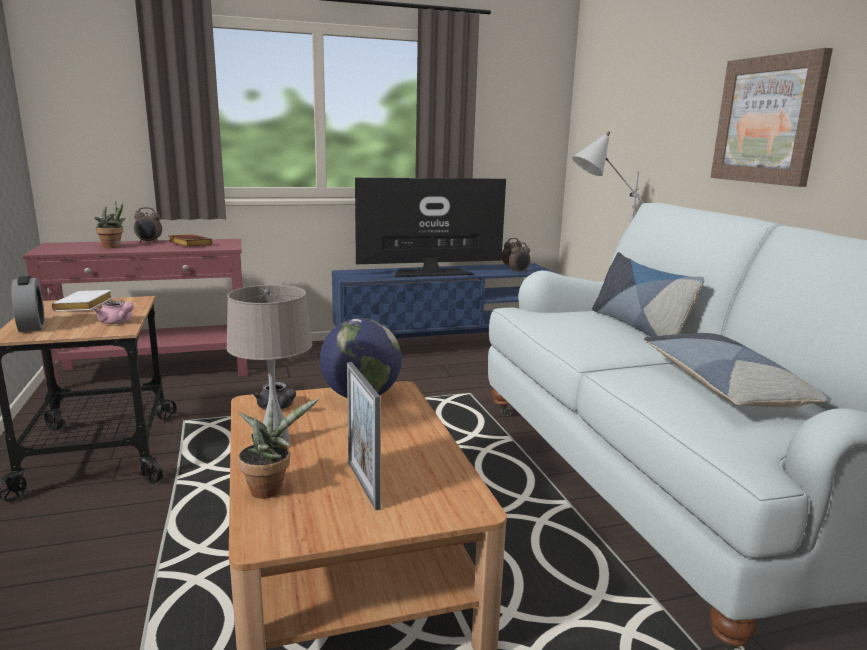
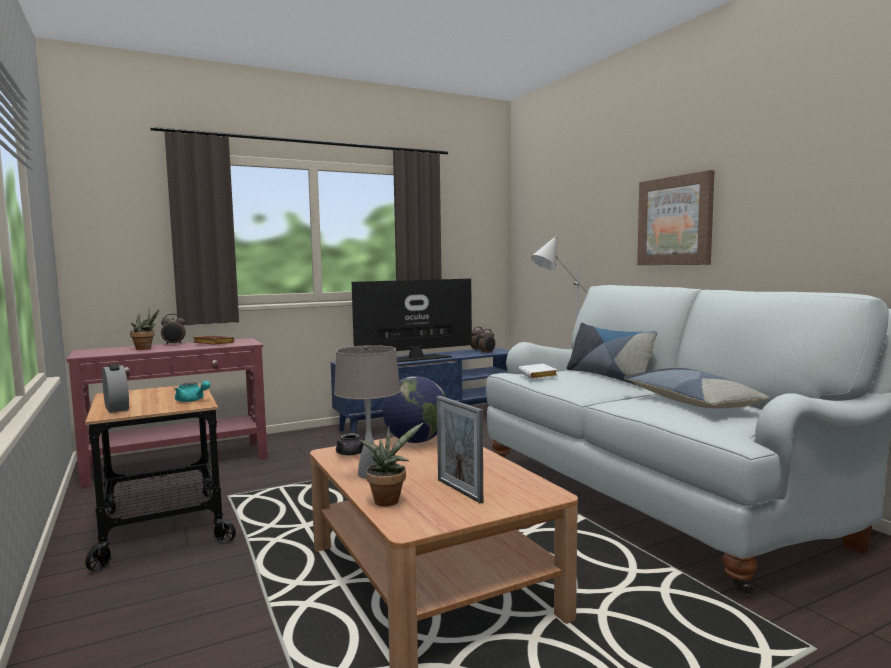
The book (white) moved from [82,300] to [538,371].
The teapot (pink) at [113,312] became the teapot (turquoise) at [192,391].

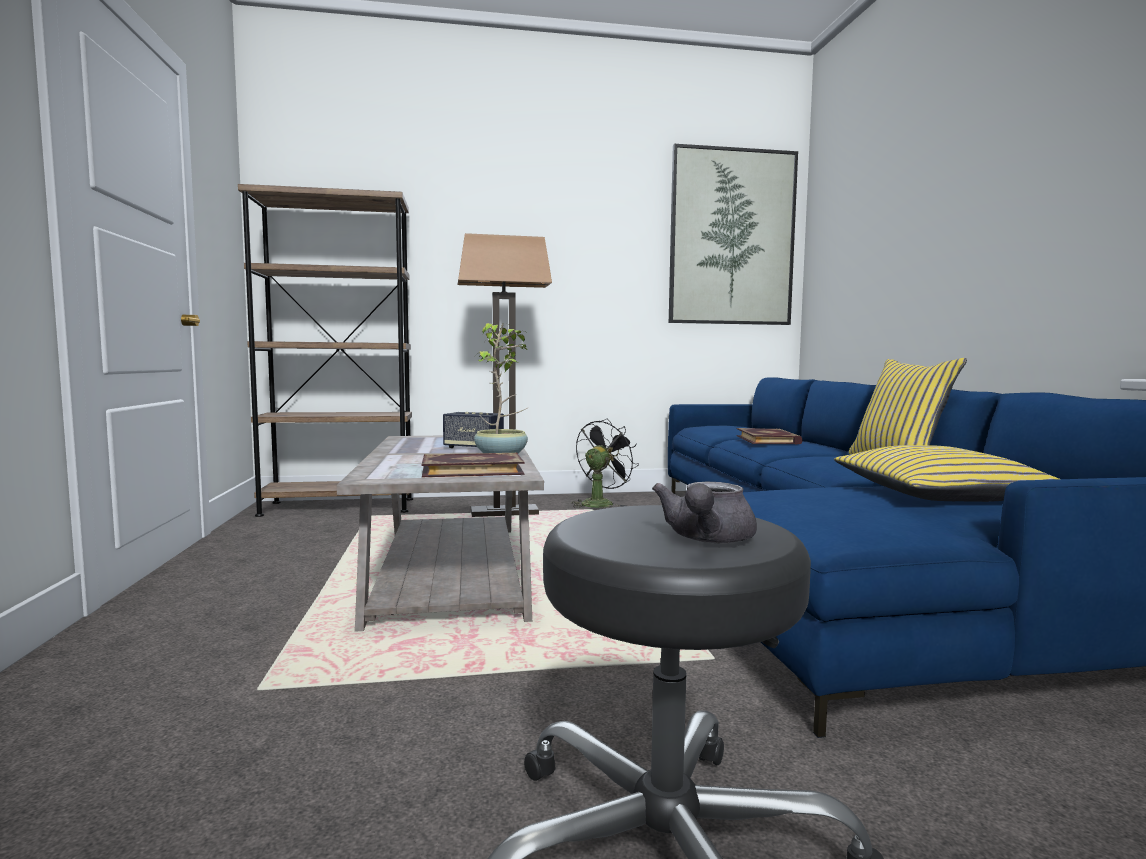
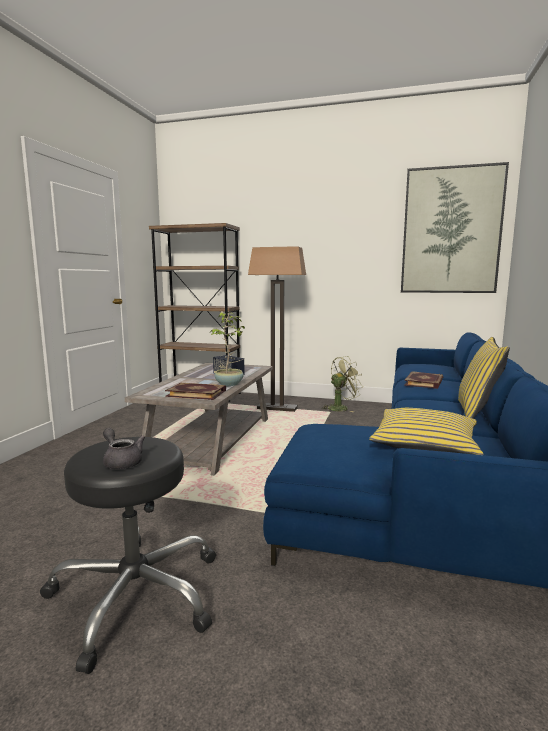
The fan (black) at [605,463] became the fan (green) at [342,384].
The teapot (grey) at [704,512] turned 90 degrees clockwise.

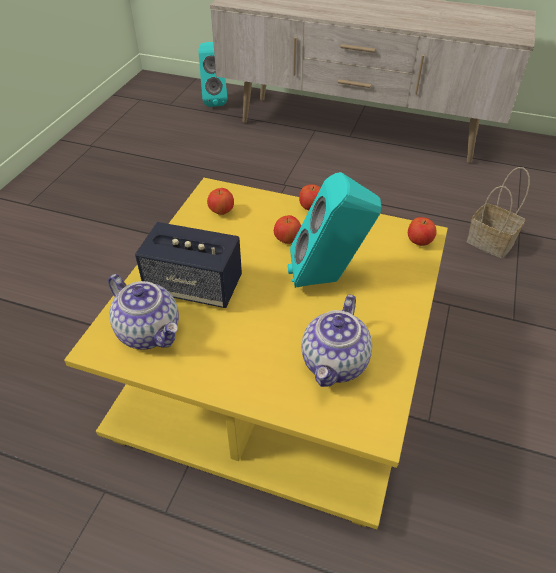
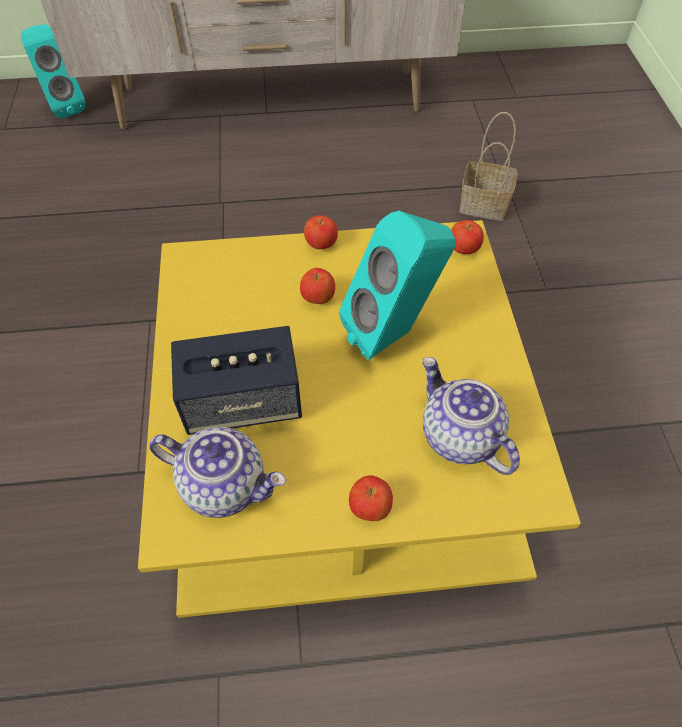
The apple moved from [220,201] to [371,498].
The teapot at [337,340] turned 150 degrees clockwise.

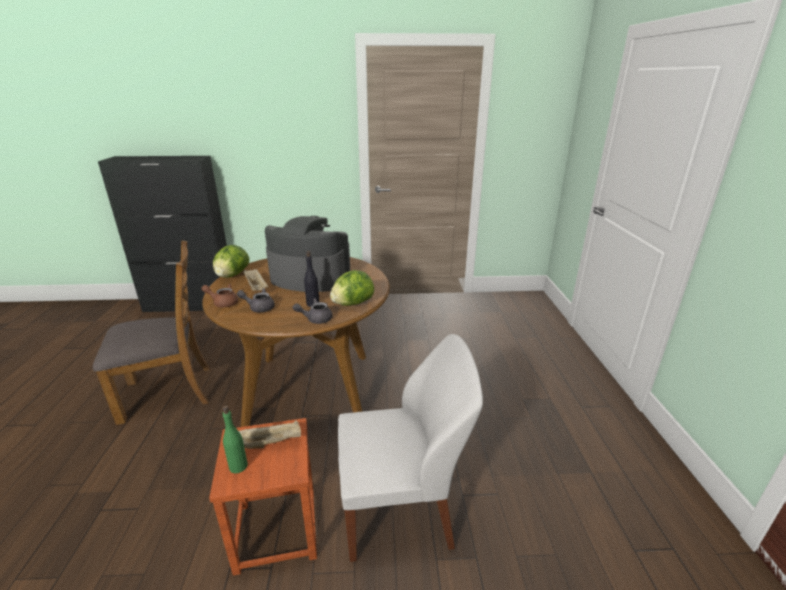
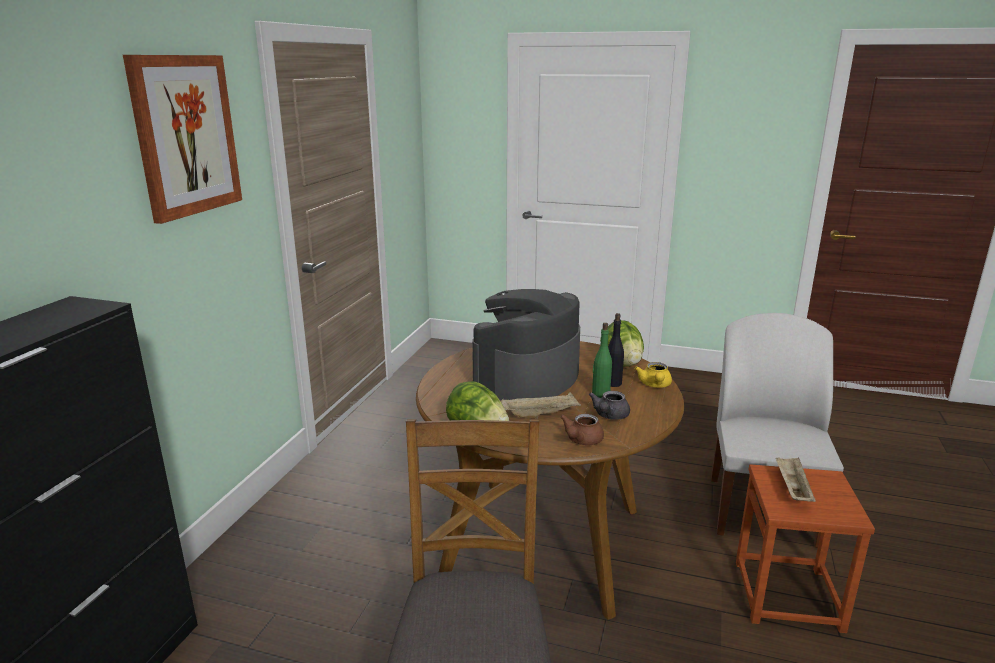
The bottle (green) moved from [235,439] to [602,360].
The teapot (grey) at [312,311] became the teapot (yellow) at [653,375].
The picture at [182,139] appeared.

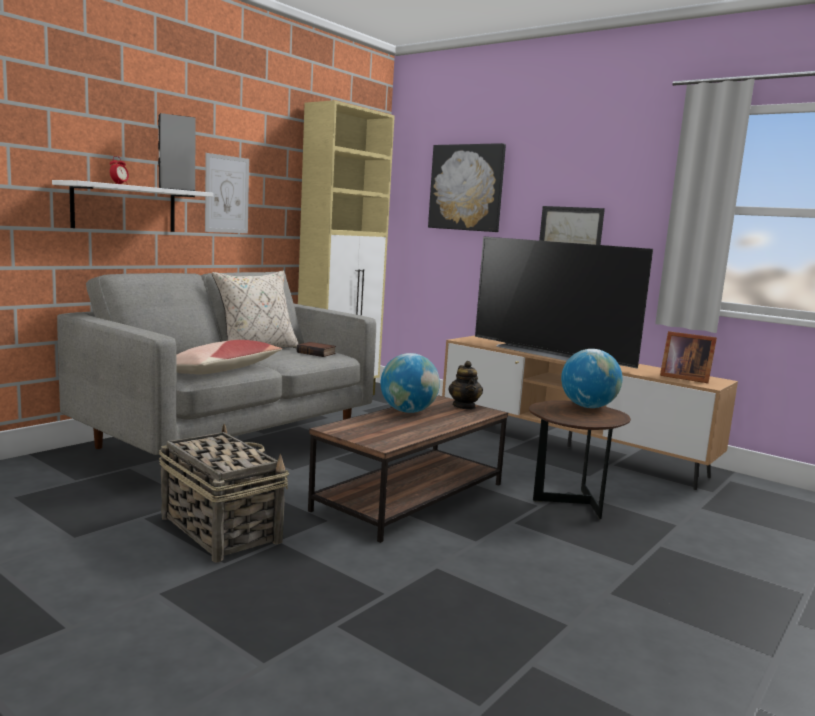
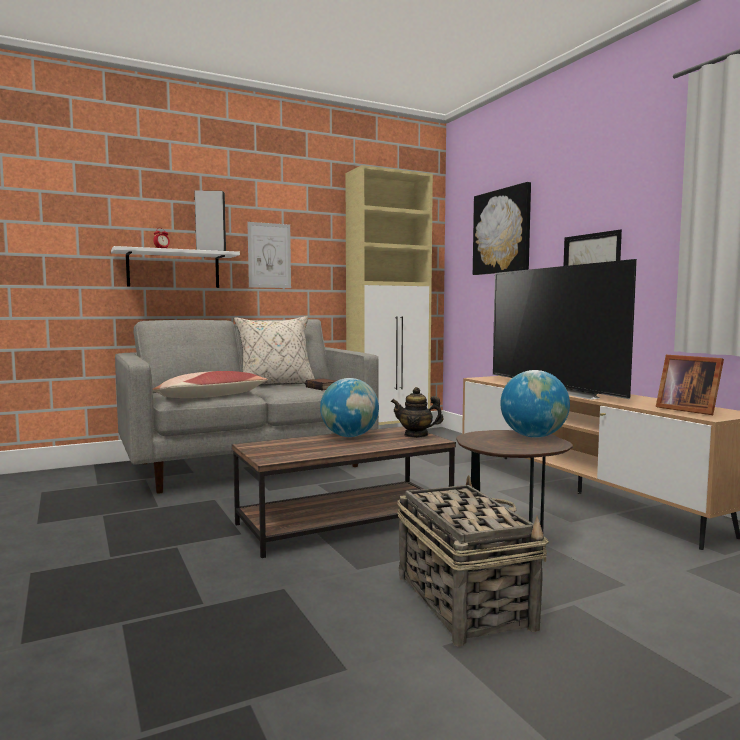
The basket moved from [224,493] to [473,560].
The teapot at [465,385] turned 90 degrees clockwise.

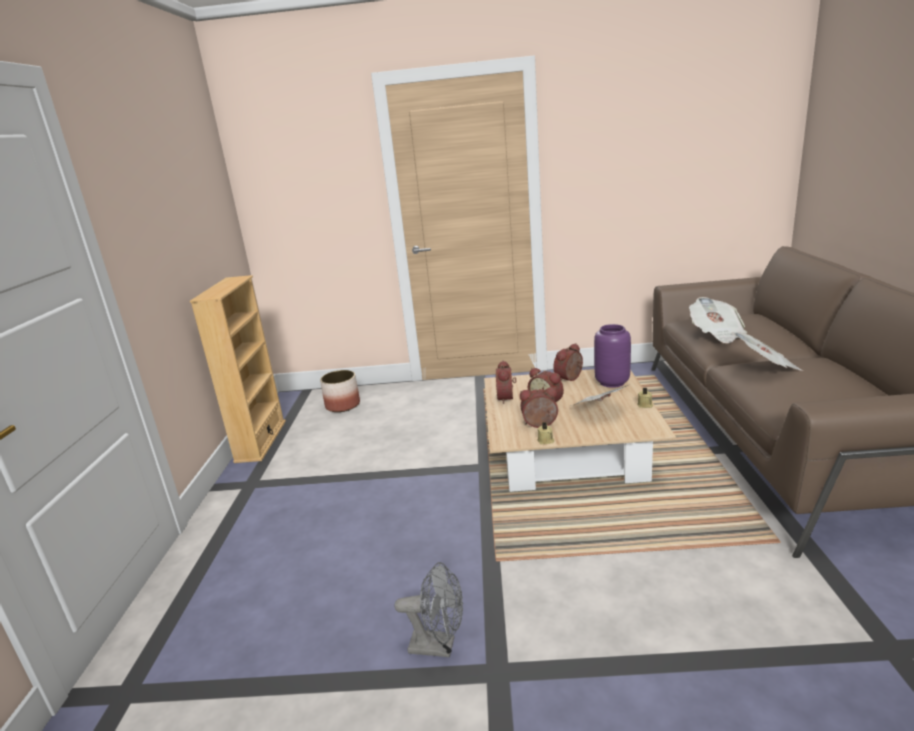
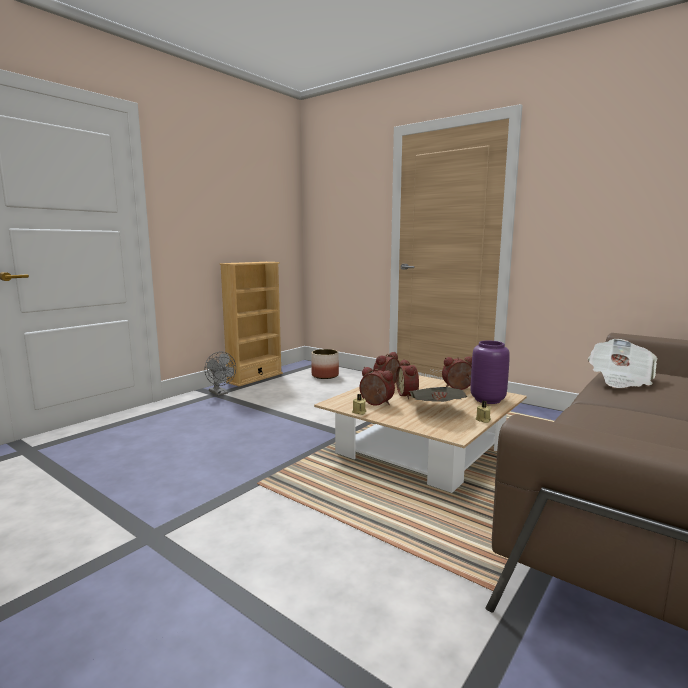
The fan (grey) moved from [429,609] to [220,373].
The newspaper at [767,351] disappeared.

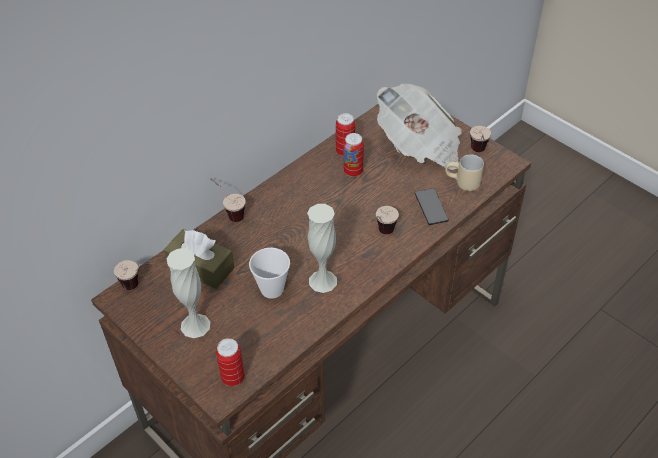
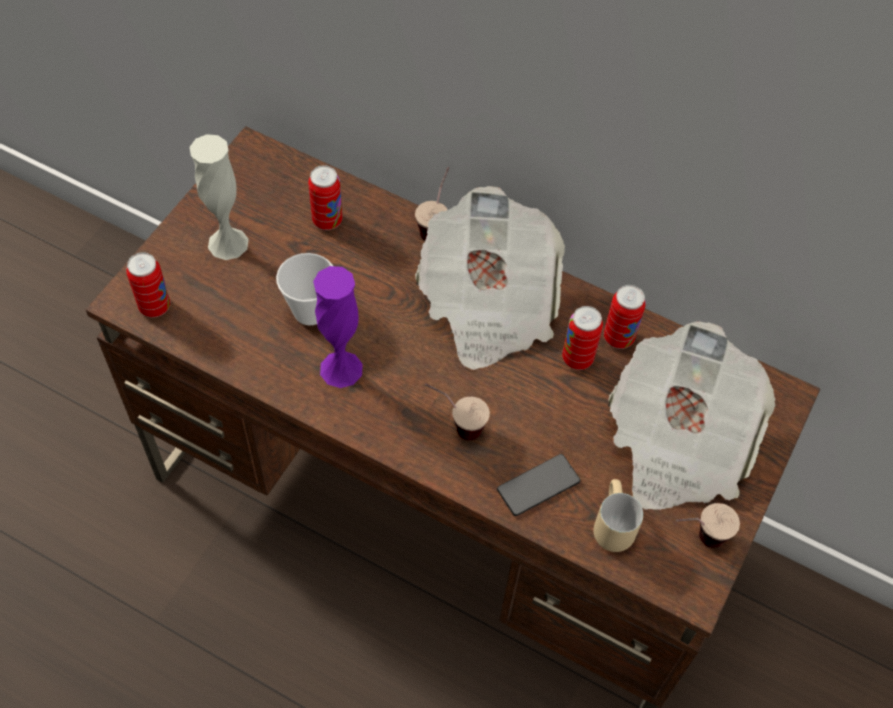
The cup at [134,275] disappeared.
The tissue box (brown) at [199,259] was replaced by the can at [325,197].
The vase (white) at [322,248] became the vase (purple) at [338,327].
The newspaper at [490,278] appeared.

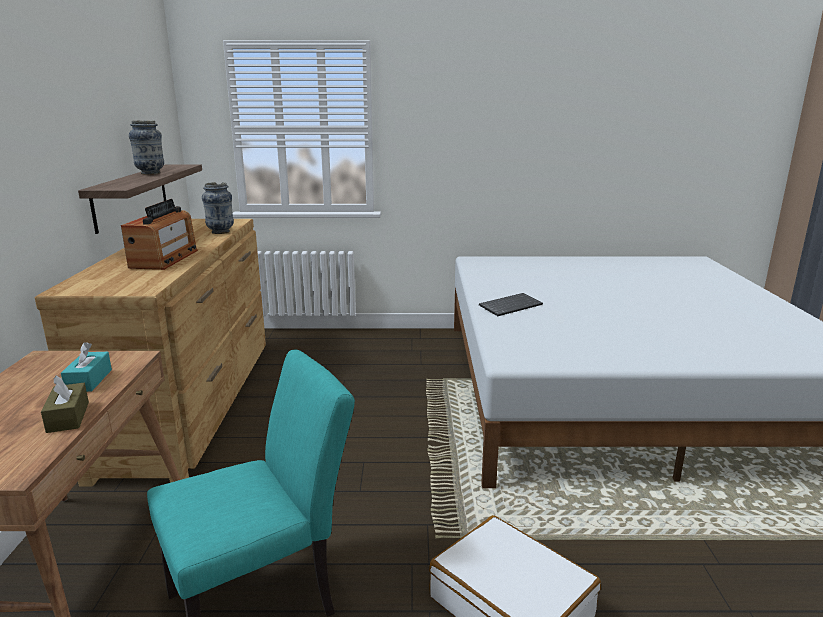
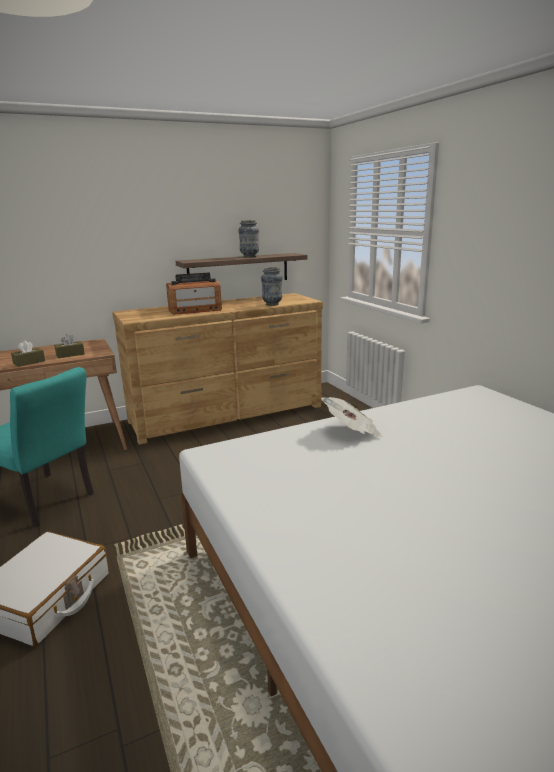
The tissue box (turquoise) at [86,367] became the tissue box (brown) at [69,346].
The keyboard at [511,304] was replaced by the newspaper at [352,417].

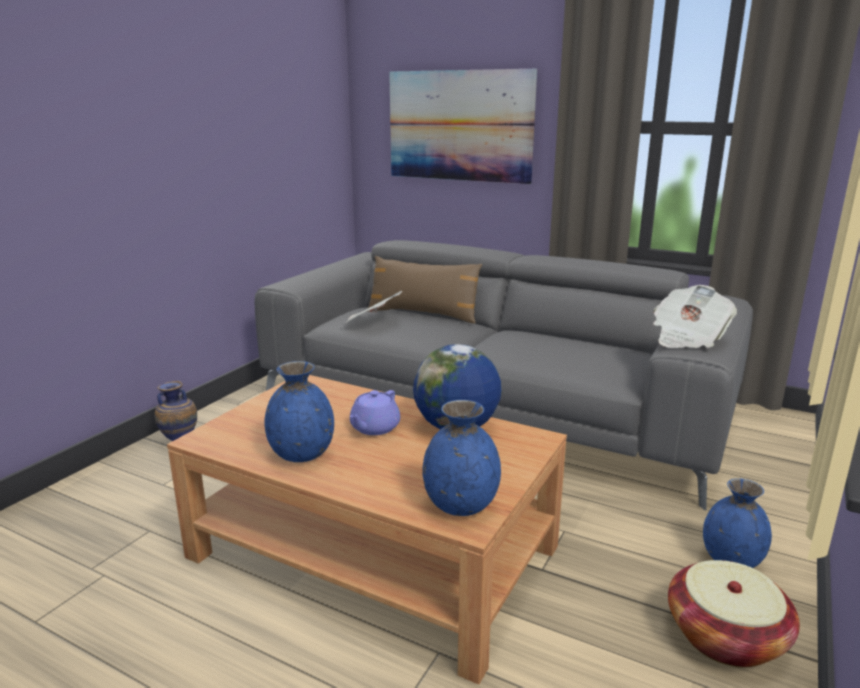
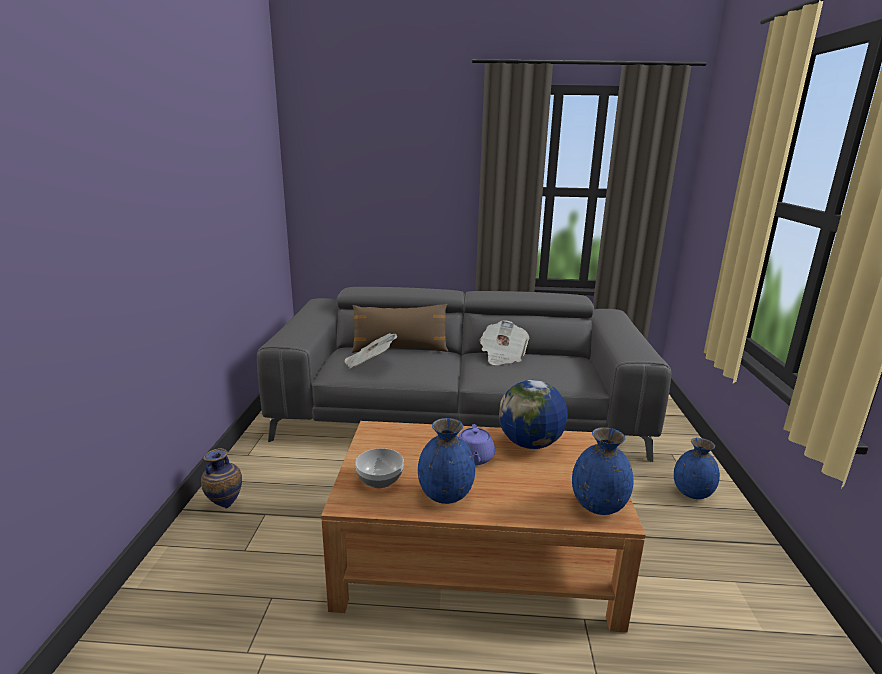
The picture at [463,126] disappeared.
The newspaper moved from [695,316] to [504,342].
The basket at [734,613] disappeared.
The bowl at [379,468] appeared.

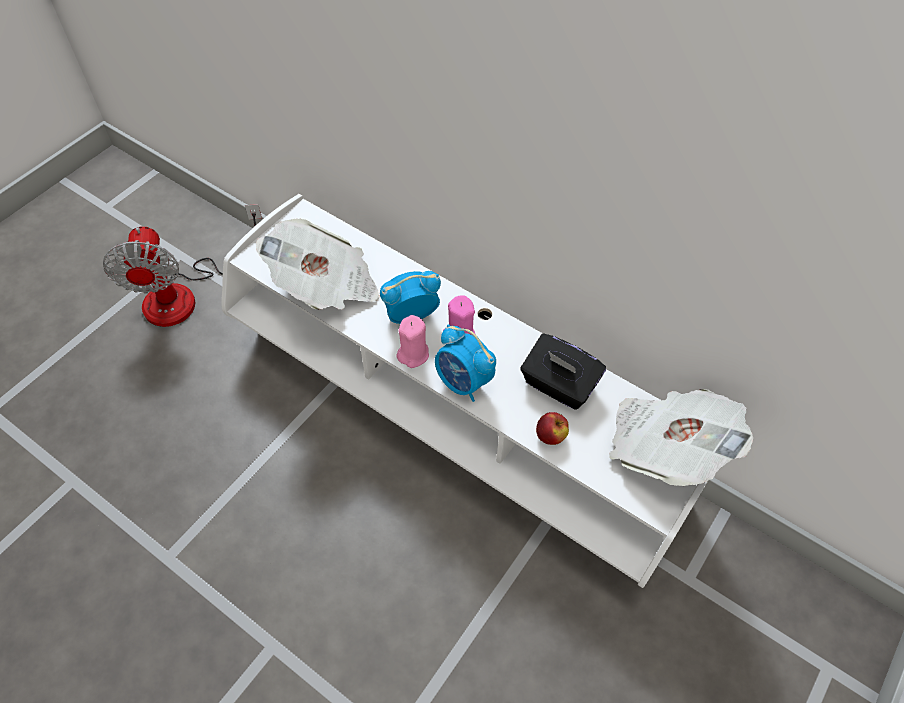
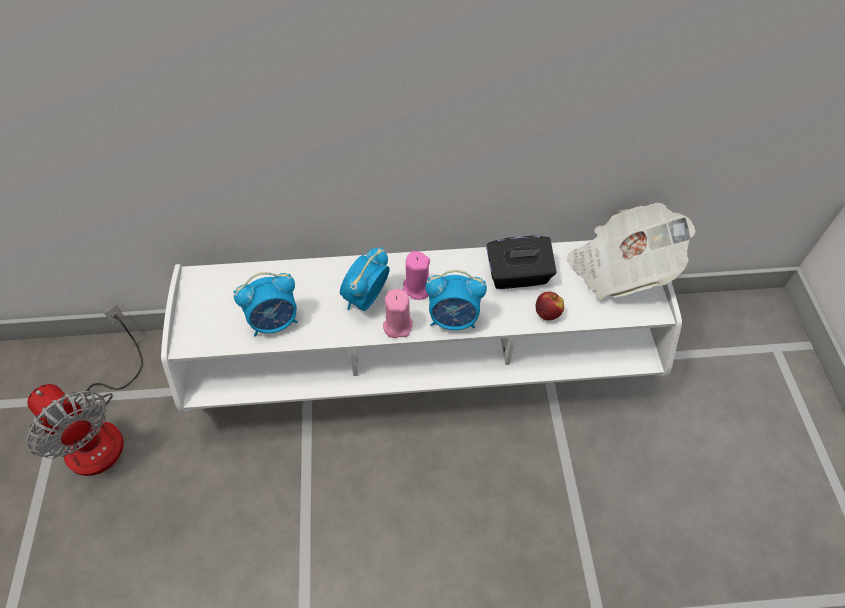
The newspaper at [318,264] was replaced by the alarm clock at [266,304].

